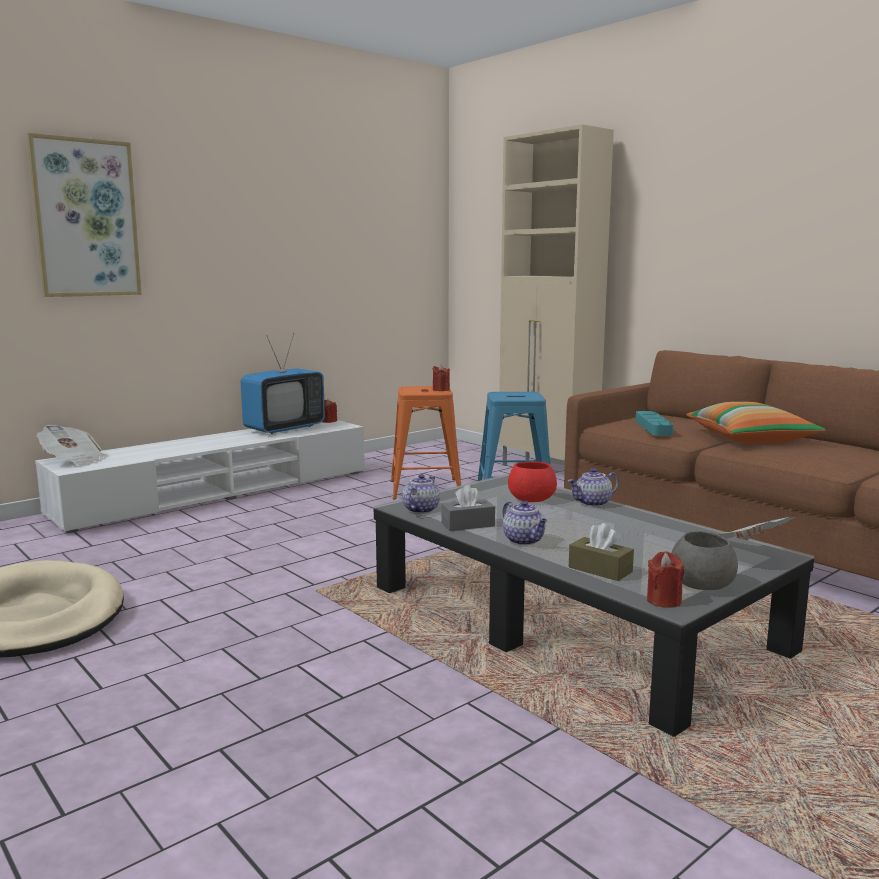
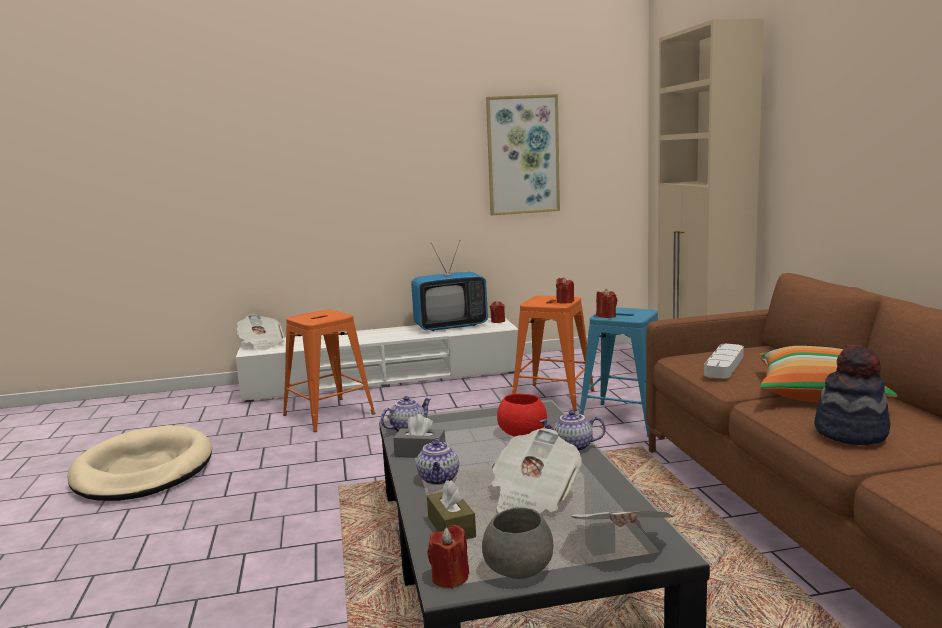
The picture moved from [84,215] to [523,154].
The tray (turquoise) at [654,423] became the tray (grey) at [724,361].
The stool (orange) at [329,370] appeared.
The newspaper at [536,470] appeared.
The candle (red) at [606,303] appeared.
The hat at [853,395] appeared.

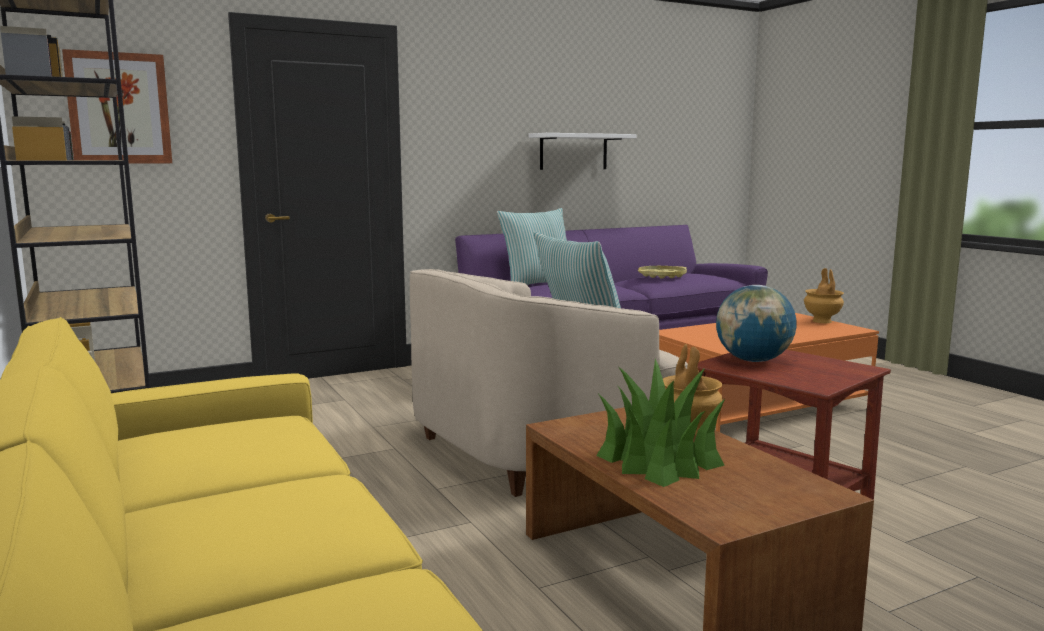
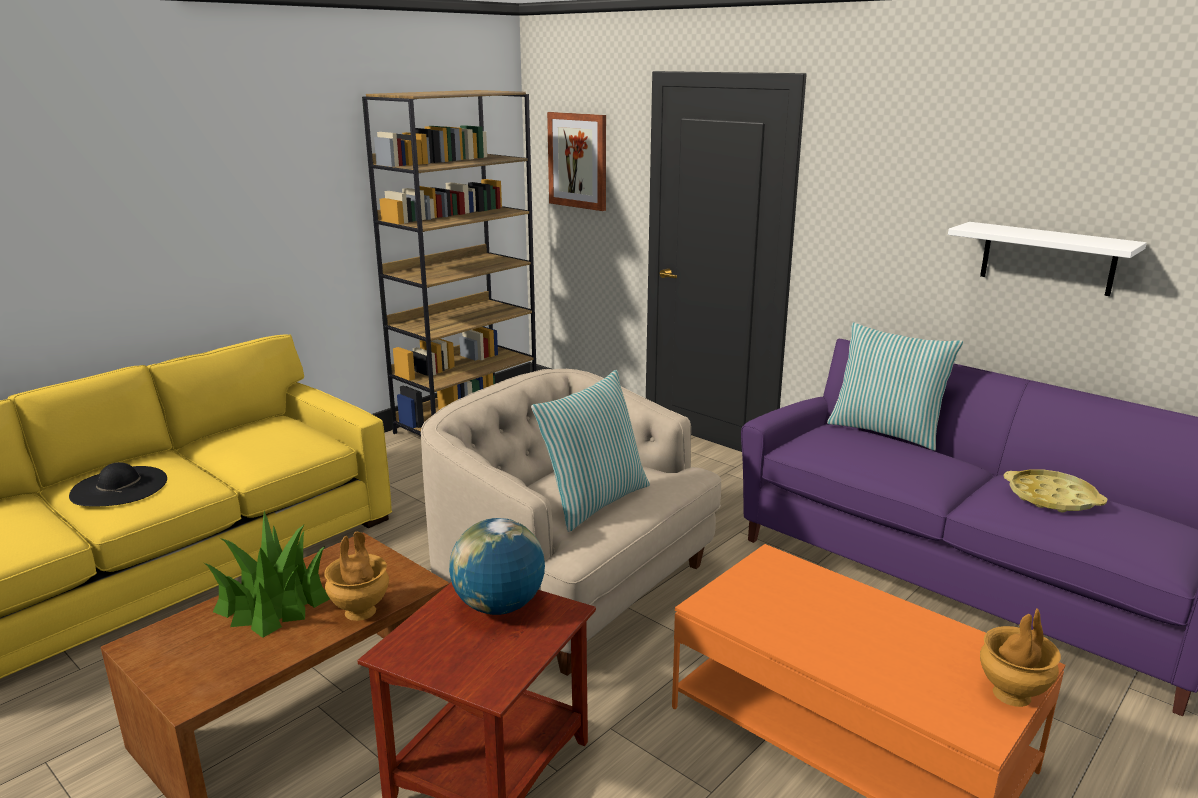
The hat (black) at [118,484] appeared.

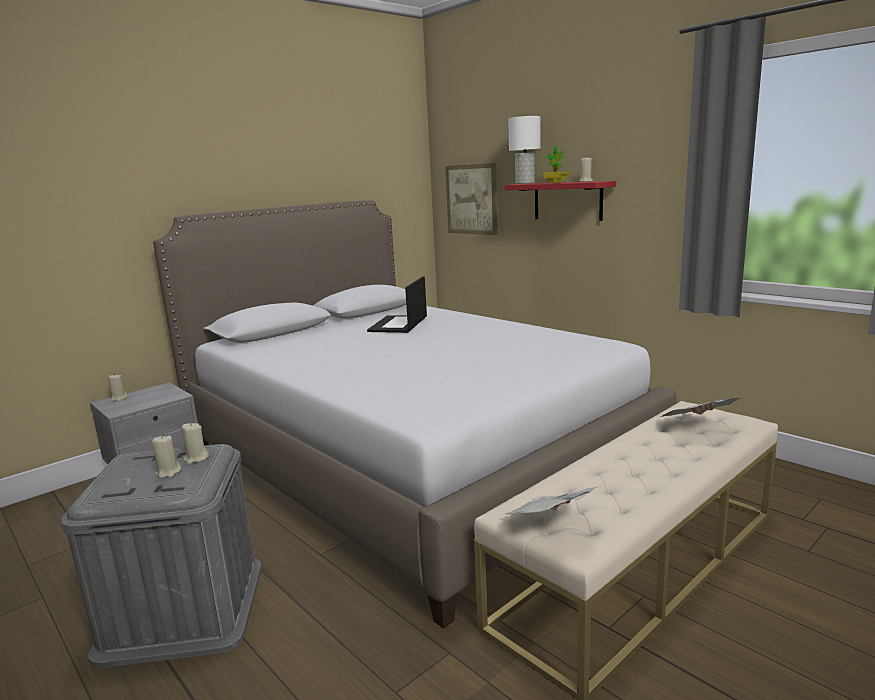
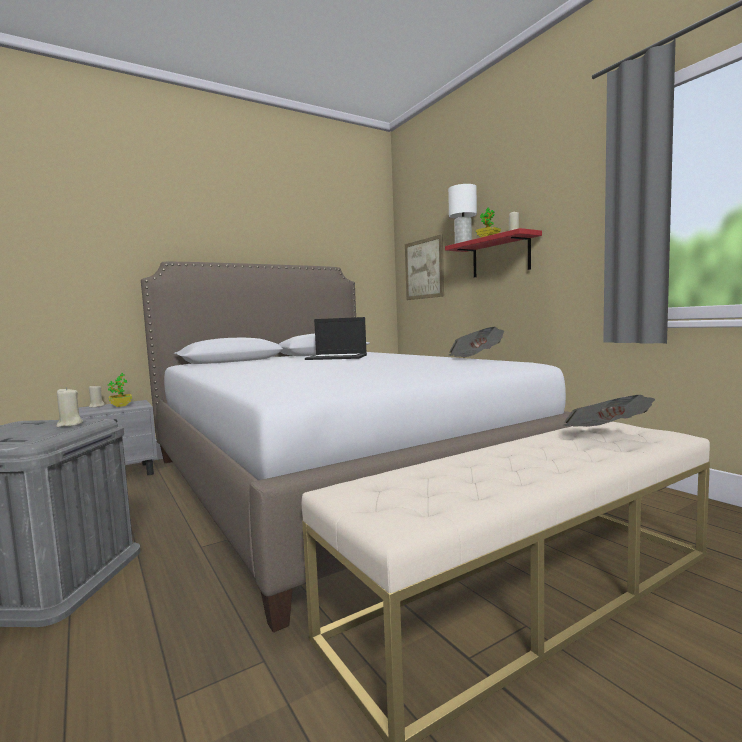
The candle (beige) at [166,456] disappeared.
The laptop at [397,304] turned 105 degrees counterclockwise.
The newspaper moved from [553,500] to [476,342].
The potted plant at [119,390] appeared.

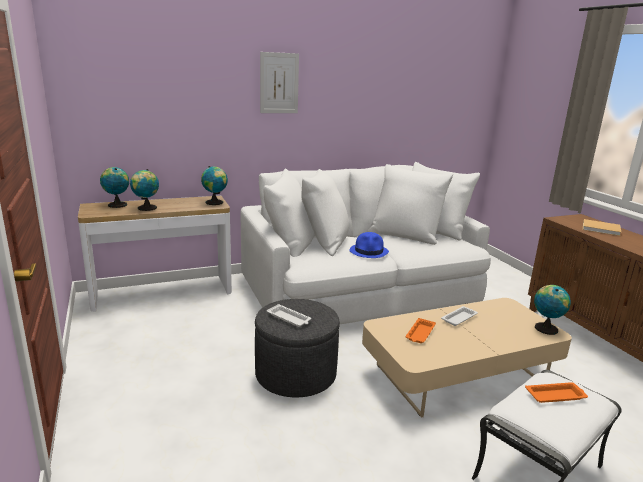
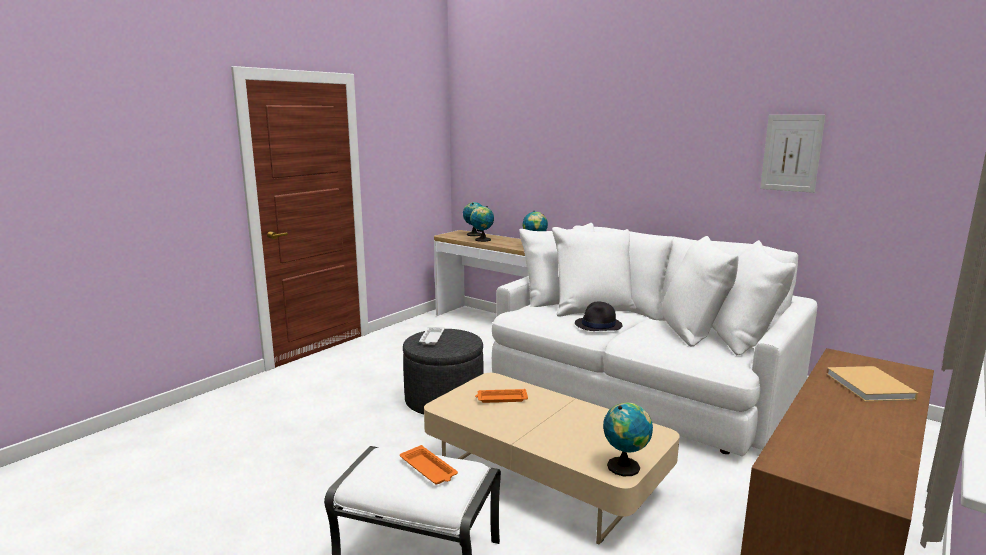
The picture moved from [279,82] to [792,154].
The hat (blue) at [369,245] became the hat (black) at [599,316].
The tray (white) at [459,316] disappeared.

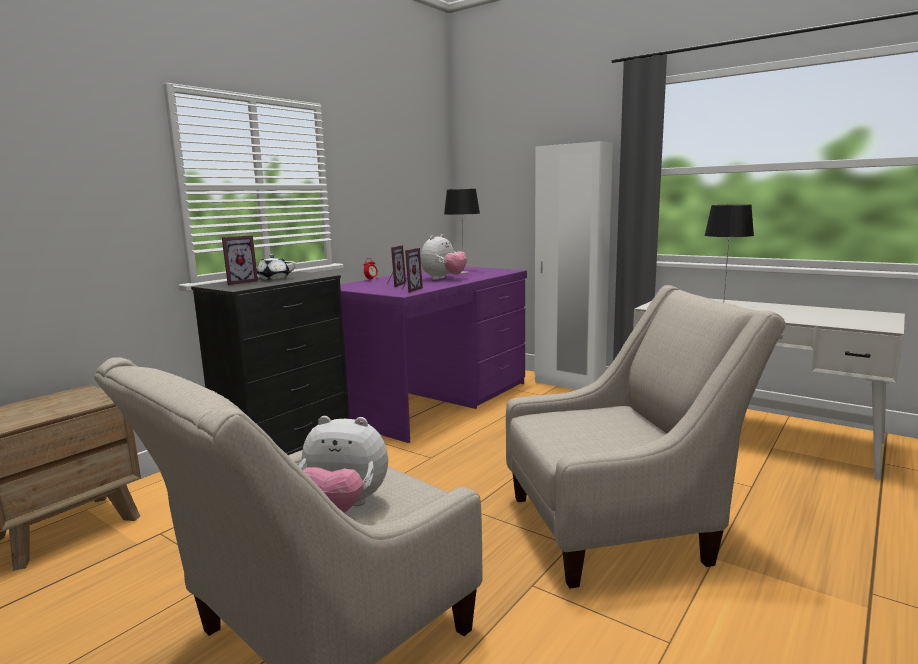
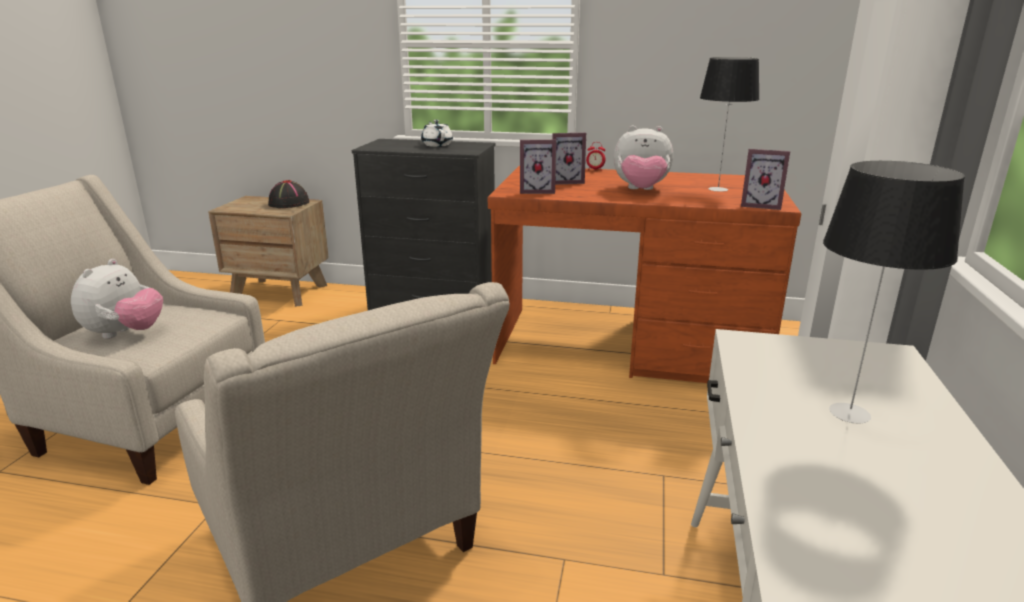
The picture frame moved from [240,260] to [765,179].
The plush toy at [343,464] turned 150 degrees counterclockwise.
The desk (purple) at [433,355] became the desk (brown) at [644,274].
The hat (black) at [289,194] appeared.

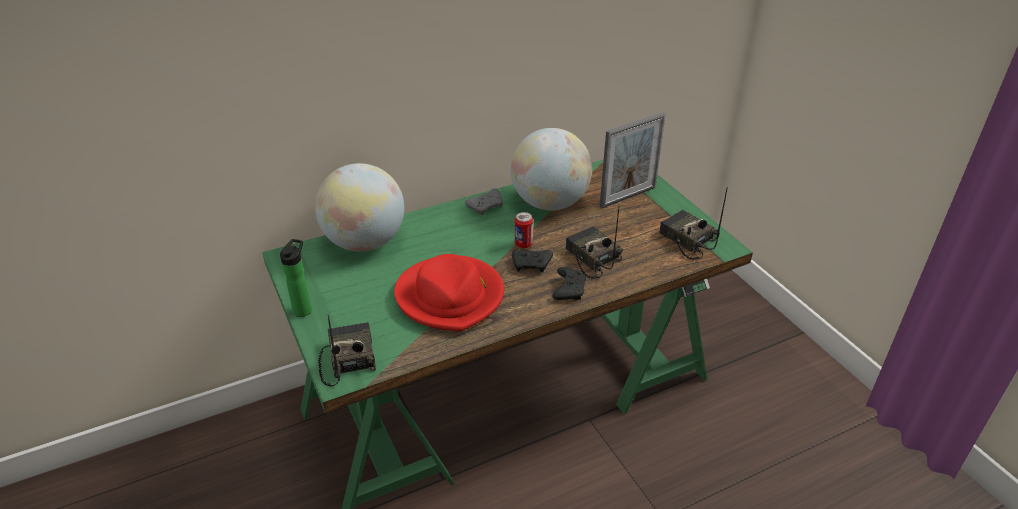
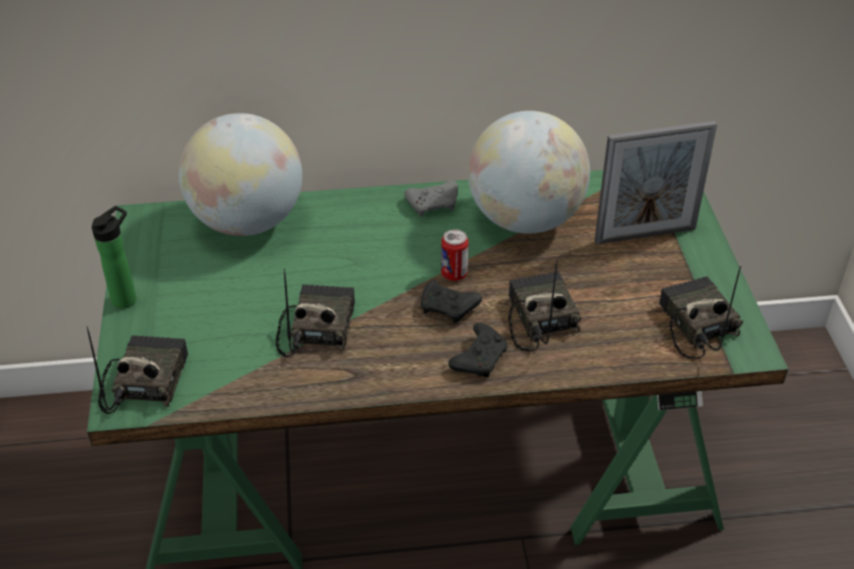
The hat (red) at [449,292] was replaced by the radio at [315,313].

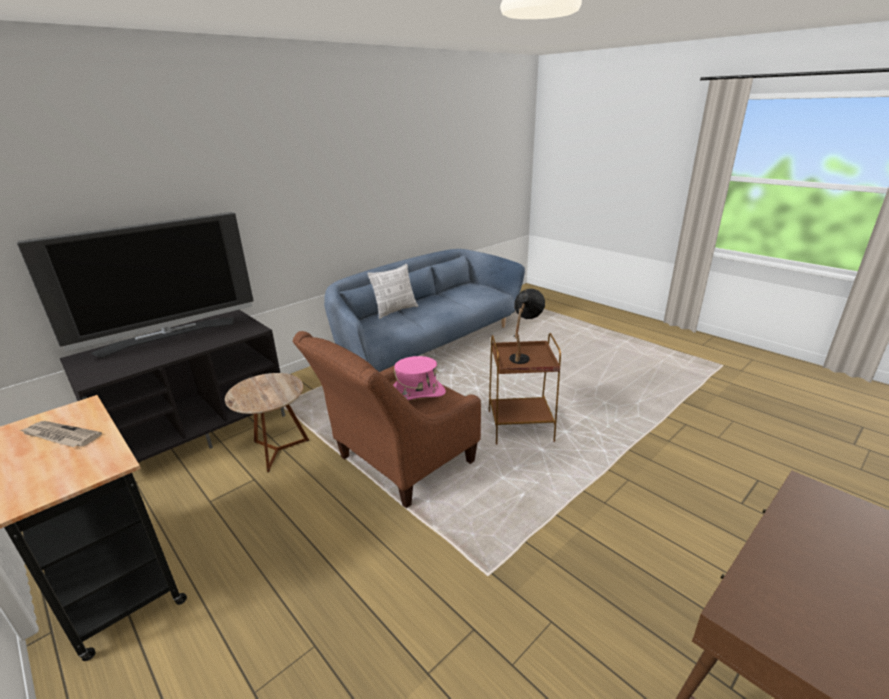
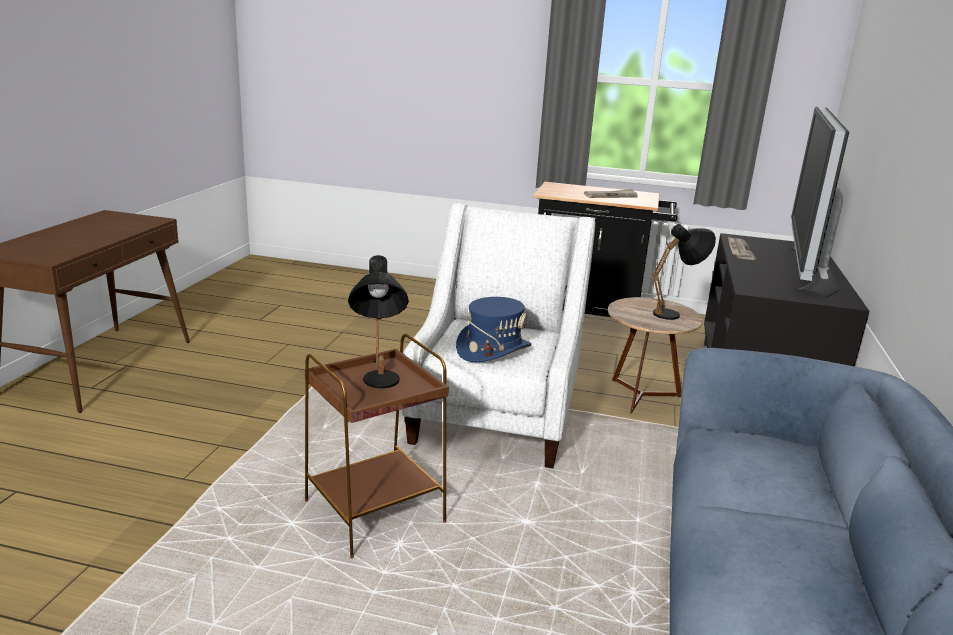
The armchair (brown) at [387,419] became the armchair (white) at [498,335].
The pillow at [392,291] disappeared.
The hat (pink) at [419,378] became the hat (blue) at [494,329].
The table lamp (black) at [684,272] appeared.
The newspaper at [742,248] appeared.

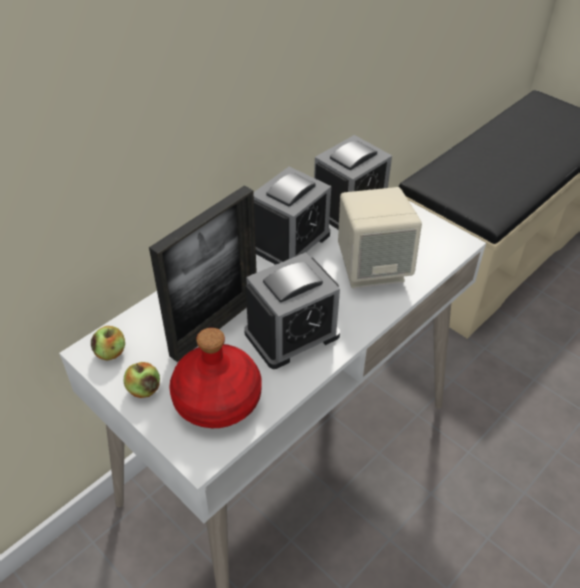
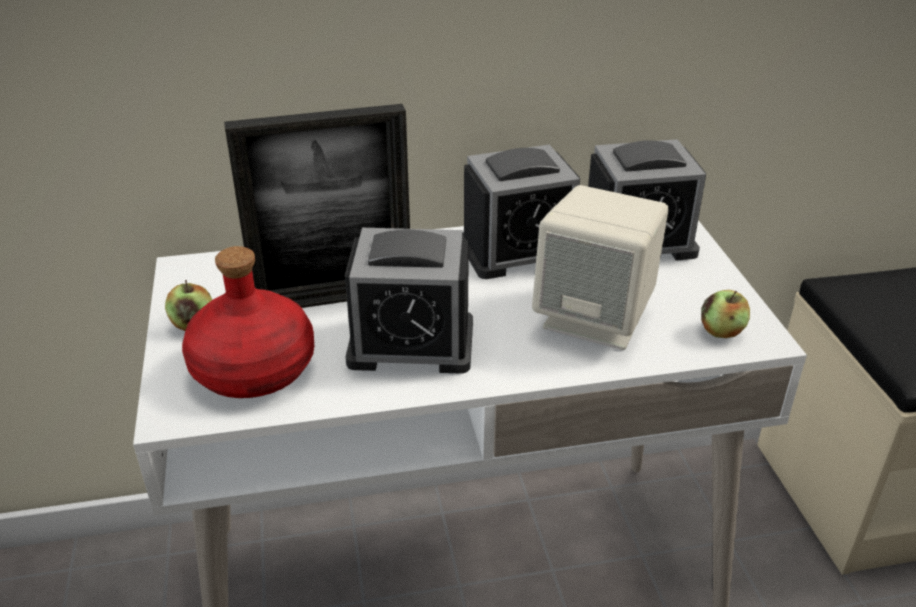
The apple moved from [108,343] to [725,314].

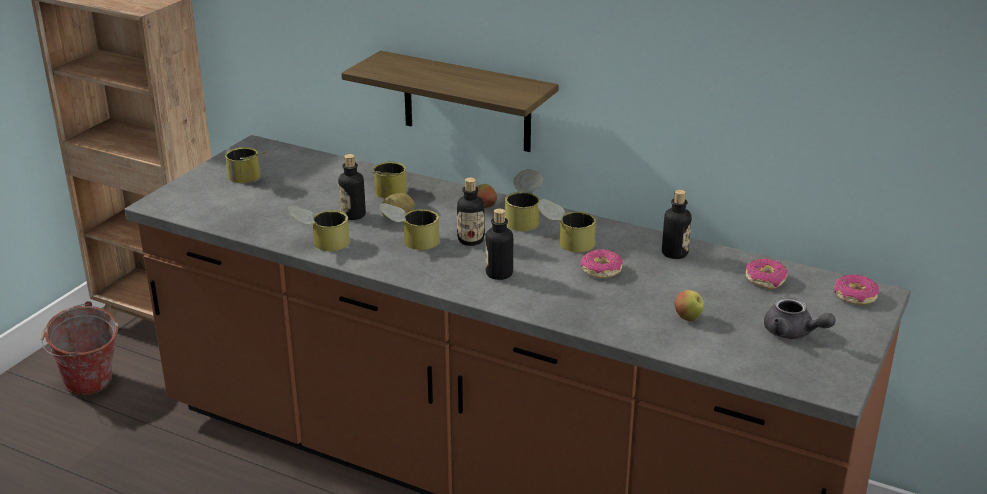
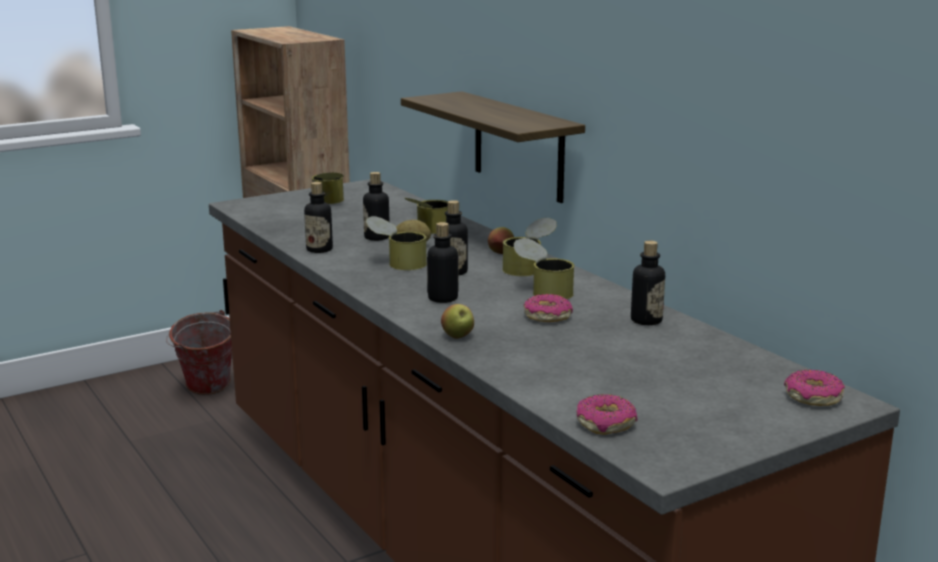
The can at [319,228] was replaced by the bottle at [318,217].
The apple moved from [689,305] to [457,321].
The donut moved from [766,274] to [607,414].
The teapot (grey) at [800,318] disappeared.

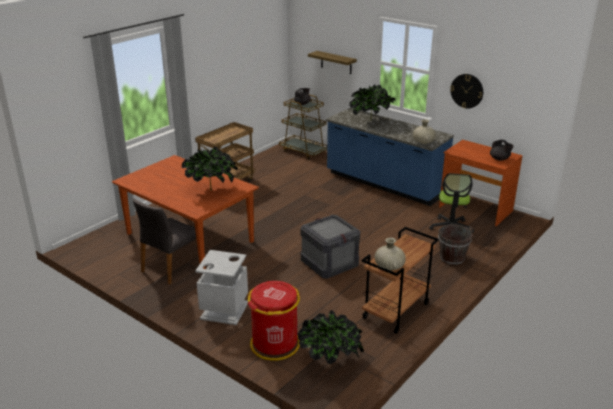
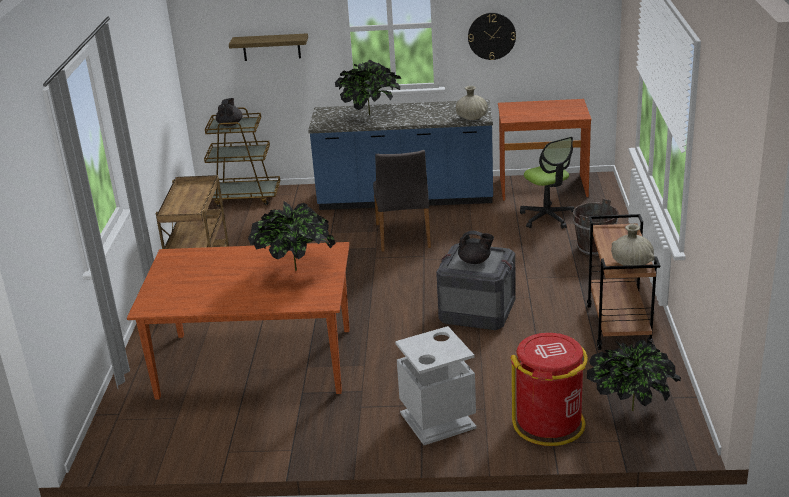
The chair (grey) moved from [164,241] to [402,201].
The teapot (black) moved from [502,150] to [476,247].

